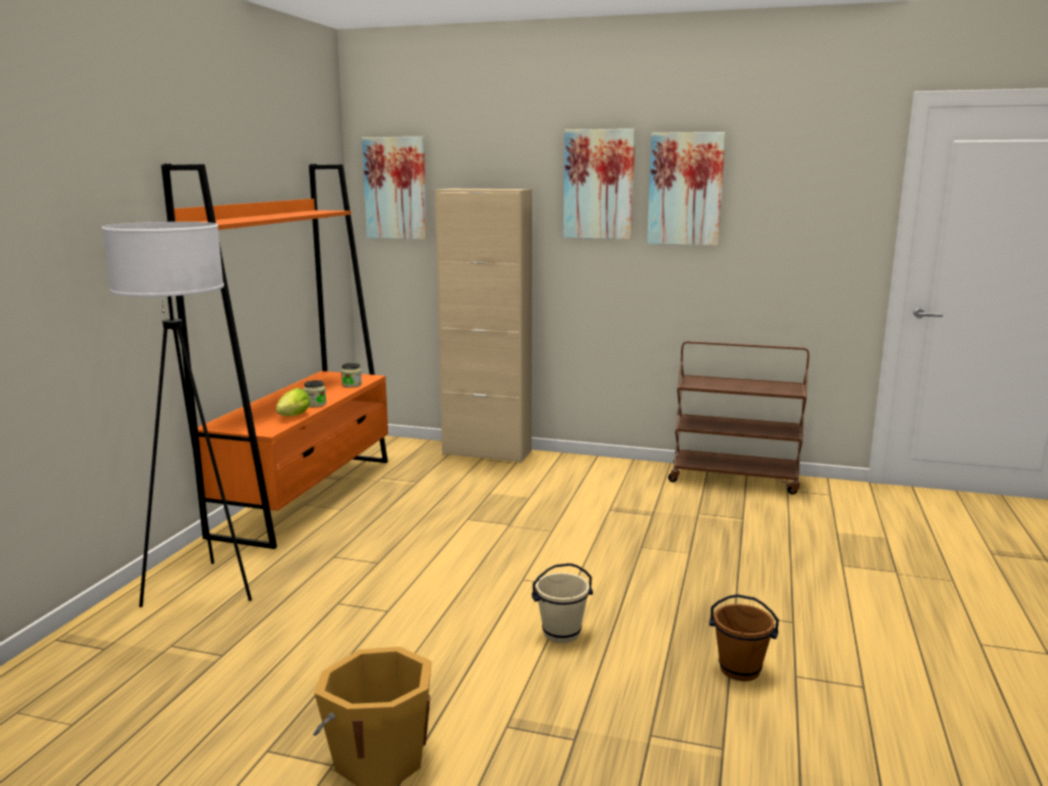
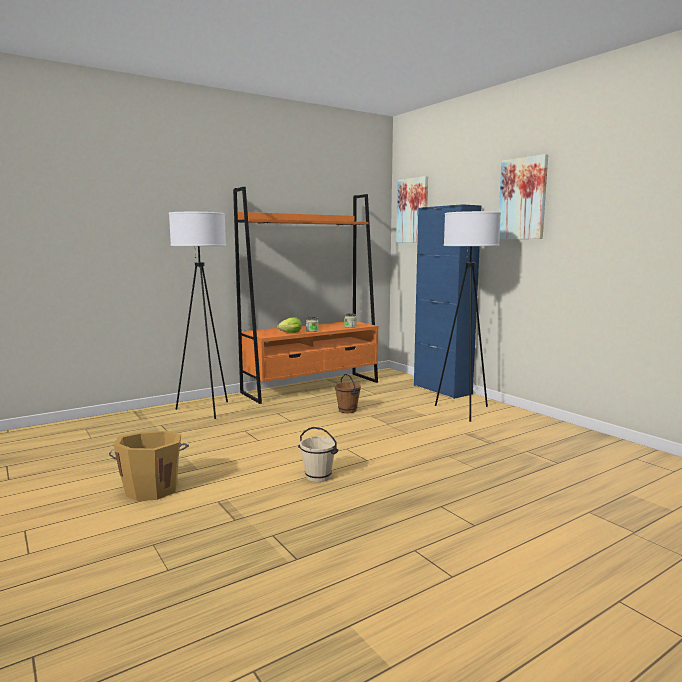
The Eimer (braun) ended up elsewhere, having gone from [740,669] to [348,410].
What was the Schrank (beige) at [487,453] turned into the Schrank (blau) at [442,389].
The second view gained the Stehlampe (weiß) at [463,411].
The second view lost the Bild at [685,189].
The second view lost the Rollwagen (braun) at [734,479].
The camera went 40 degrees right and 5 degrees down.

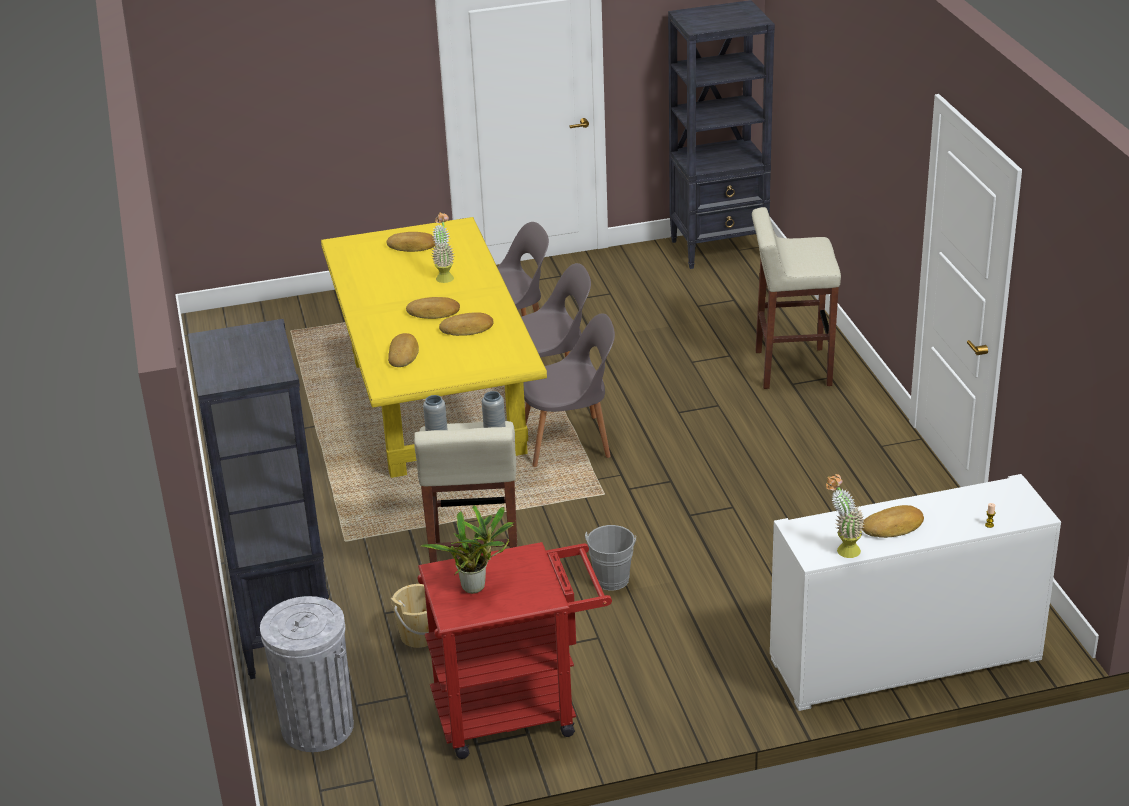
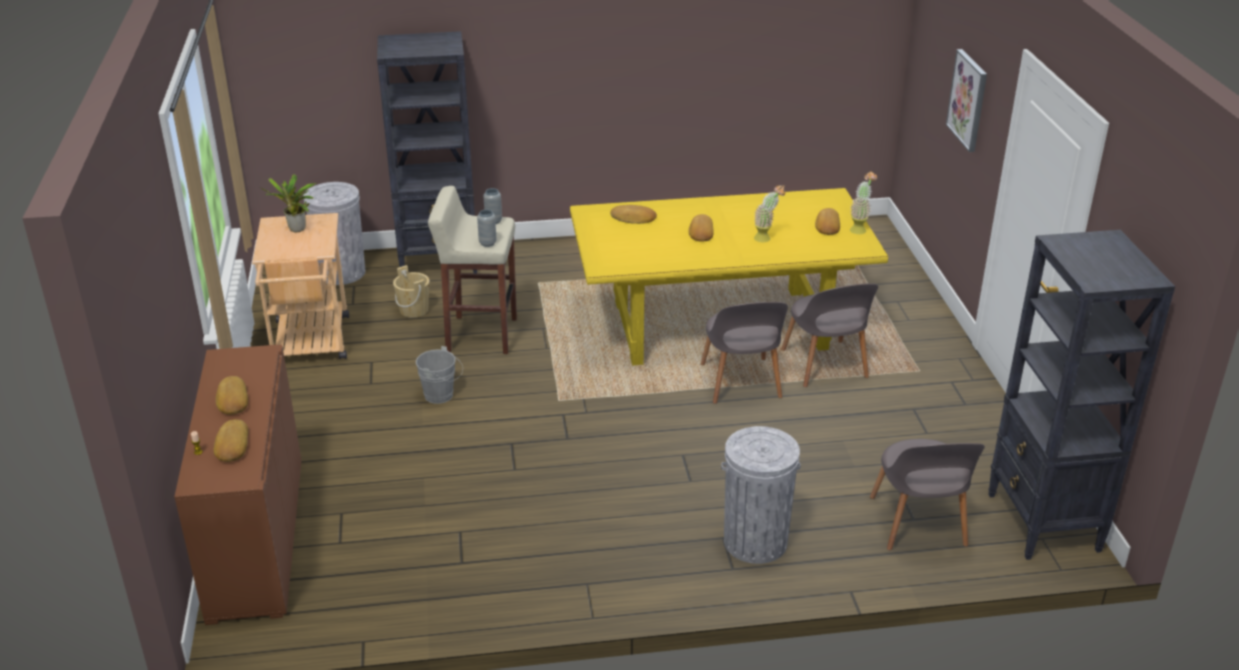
What was the Schrank (weiß) at [905,658] turned into the Schrank (braun) at [257,538].
The Brot ended up elsewhere, having gone from [467,329] to [231,445].
What was the Rollwagen (rot) at [518,710] turned into the Rollwagen (beige) at [311,345].
Where the Hocker (beige) stood at [791,368], the Mülleimer (grau) came to stand at [755,541].
The Topfpflanze ended up elsewhere, having gone from [842,549] to [860,228].
The Stuhl (grau) ended up elsewhere, having gone from [570,441] to [918,524].
The second view gained the Bild at [968,100].
The camera went 95 degrees right and 0 degrees up.

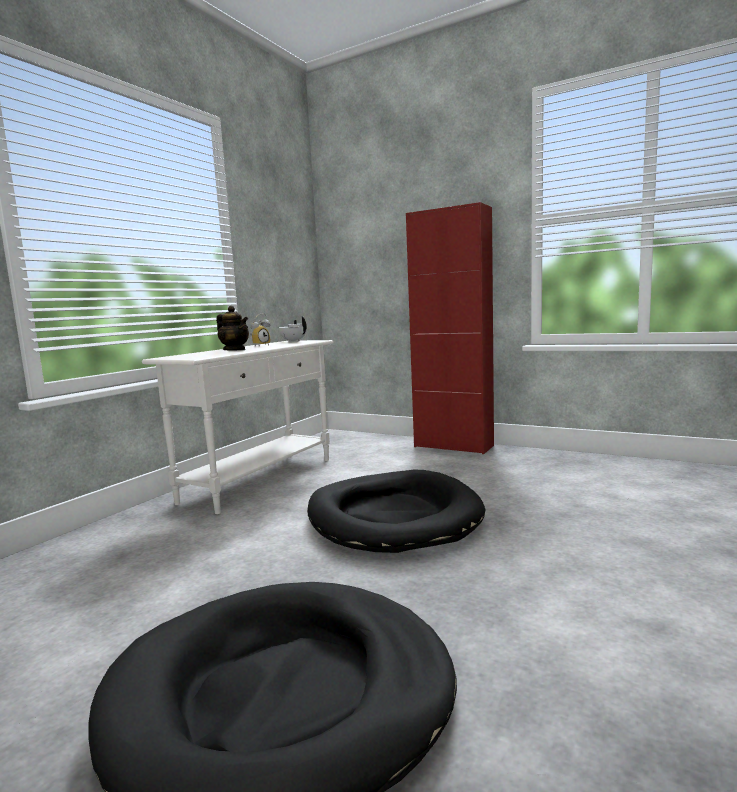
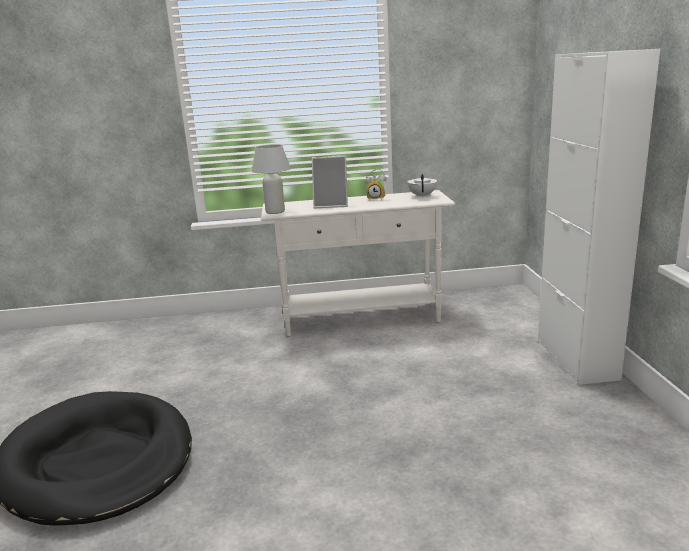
The second view gained the Tischlampe (weiß) at [275,212].
Where the Teekanne stood at [235,350], the Bilderrahmen came to stand at [331,205].
What was the Schrank (rot) at [453,446] turned into the Schrank (weiß) at [576,359].
The second view lost the Hundebett (schwarz) at [393,517].
The camera went 55 degrees right and 10 degrees up.

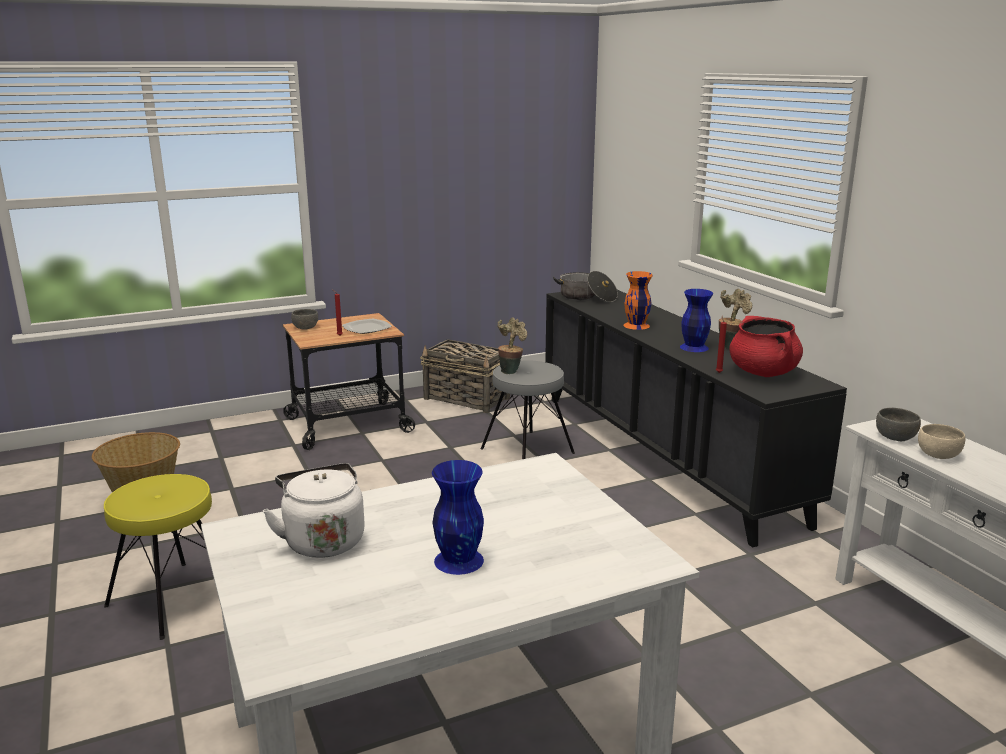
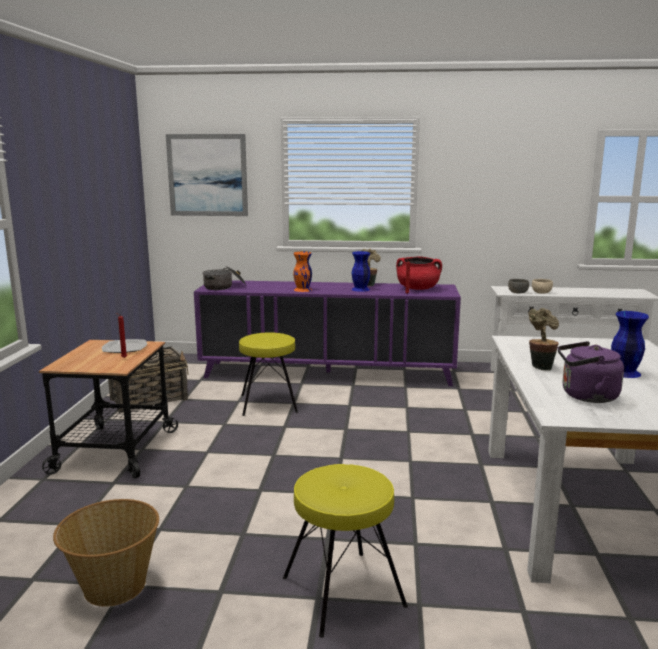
The second view gained the Bild at [207,175].
What was the Schrank (schwarz) at [663,454] turned into the Schrank (lila) at [327,373].
What was the Hocker (grau) at [527,451] turned into the Hocker (gelb) at [269,403].
The Topfpflanze ended up elsewhere, having gone from [511,370] to [540,366].
What was the Wasserkessel (weiß) at [322,540] turned into the Wasserkessel (lila) at [586,396].
The second view lost the Schüssel (grau) at [305,327].
The camera went 60 degrees left and 5 degrees down.

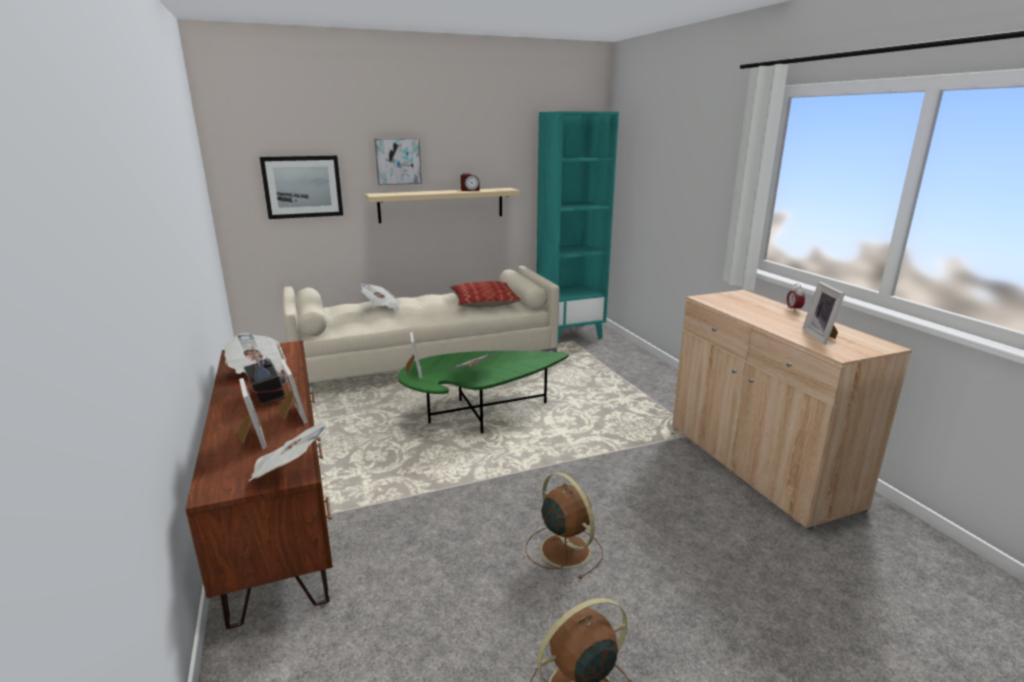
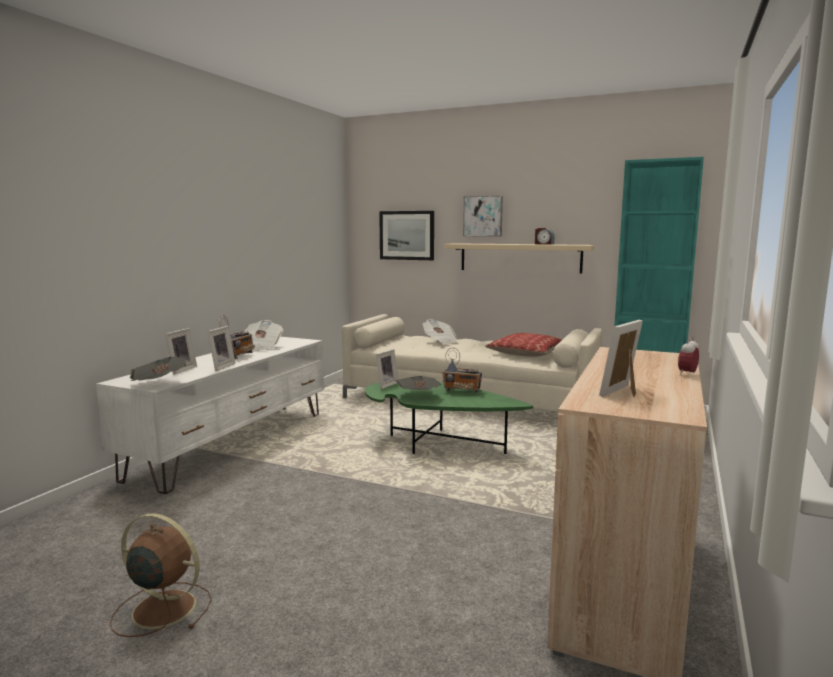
What was the Fernsehschrank (braun) at [278,505] turned into the Fernsehschrank (weiß) at [233,443].
The second view gained the Radio at [462,391].
The second view lost the Ventilator (braun) at [563,549].
The camera went 45 degrees right and 10 degrees down.

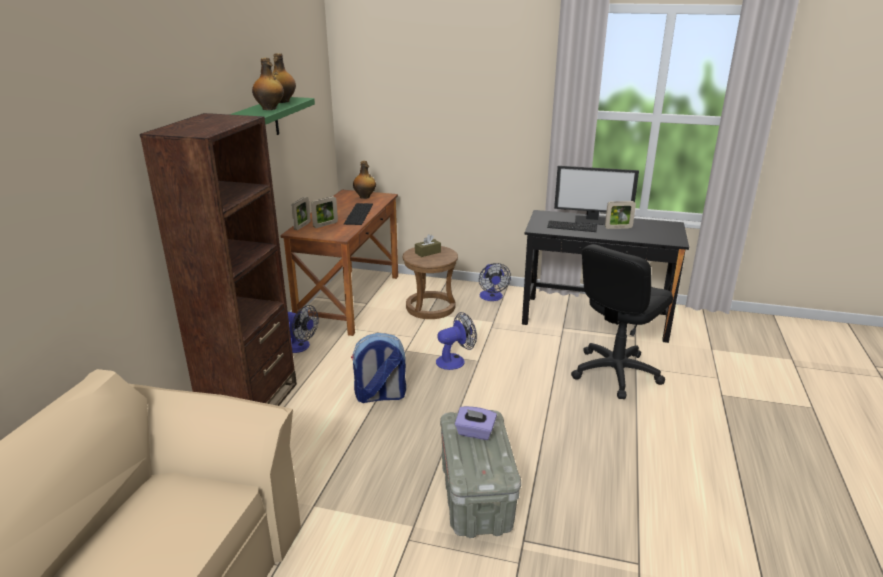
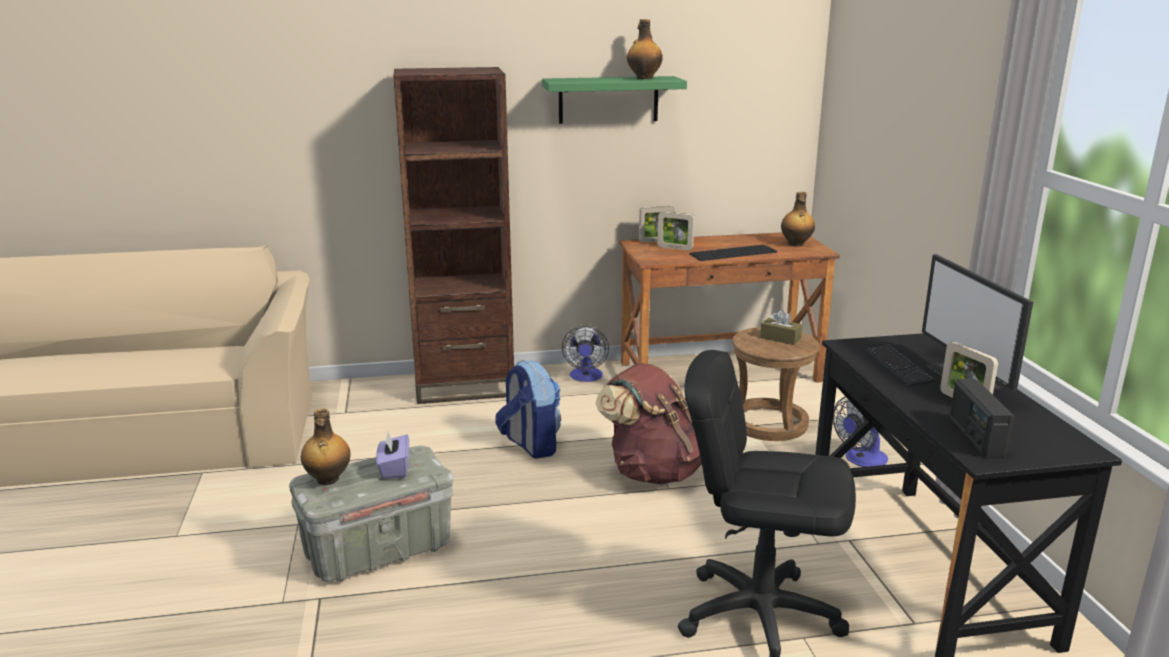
The Flasche ended up elsewhere, having gone from [270,109] to [327,480].
Where the Ventilator stood at [455,360], the Rucksack (braun) came to stand at [652,472].
The second view gained the Radio at [976,437].
The camera went 65 degrees right and 5 degrees down.

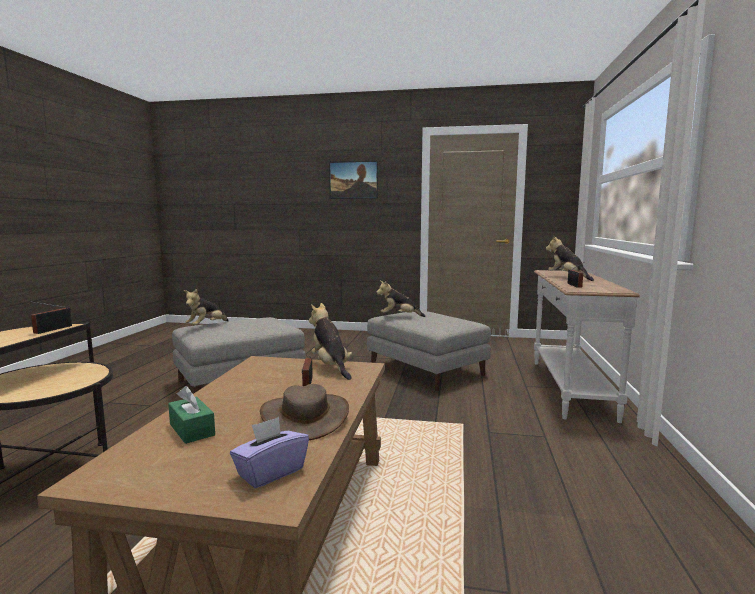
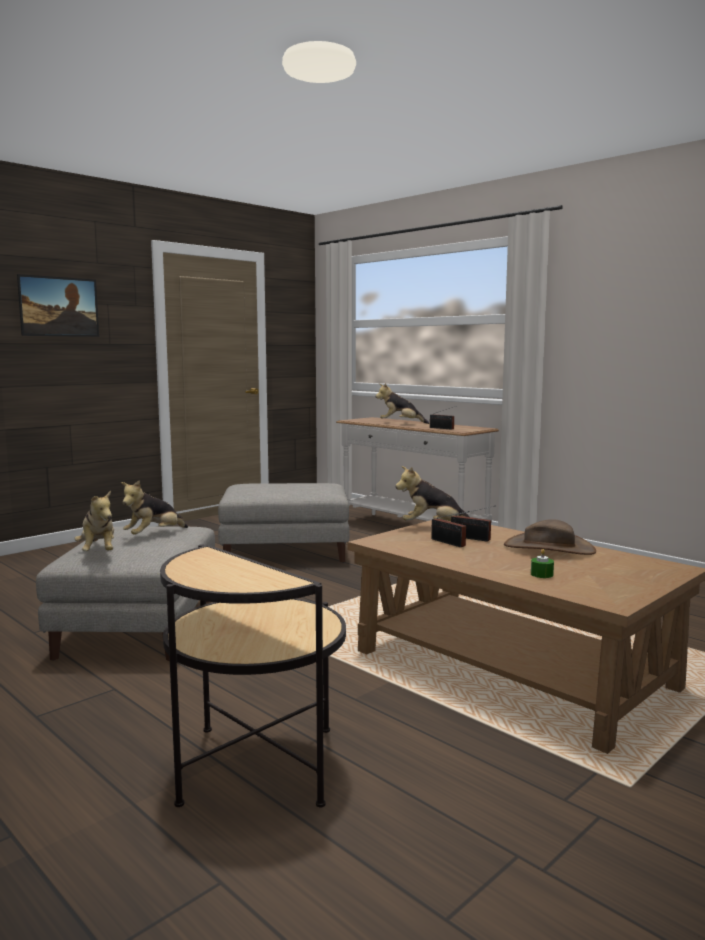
The Plüschtier ended up elsewhere, having gone from [399,316] to [154,535].
The Radio ended up elsewhere, having gone from [51,330] to [449,543].
Where the Taschentuchbox (grün) stood at [192,429], the Kerze (grün) came to stand at [541,574].
The second view lost the Taschentuchbox (lila) at [270,472].
The camera went 55 degrees left and 0 degrees up.

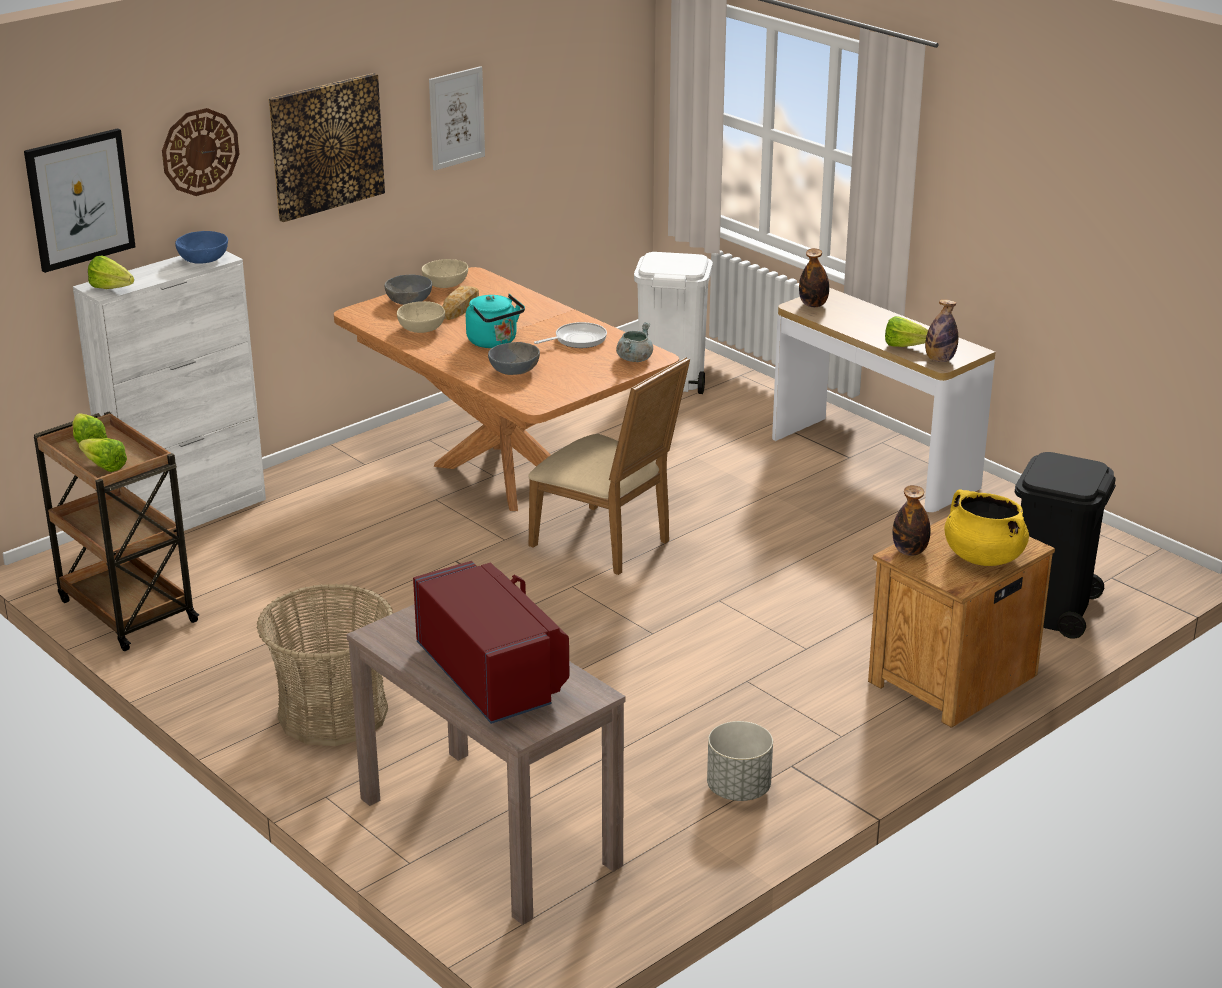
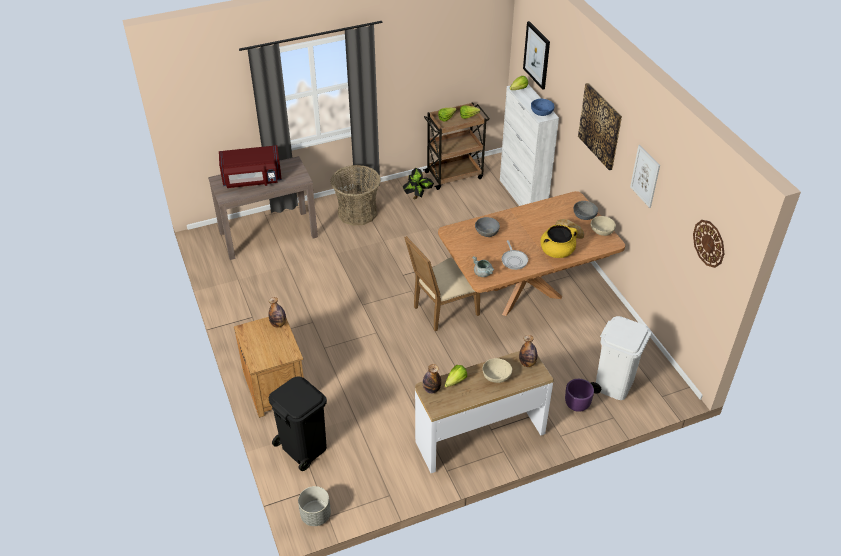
The Pflanzkübel (grau) ended up elsewhere, having gone from [739,789] to [316,515].
The second view gained the Topfpflanze at [418,196].
The Schüssel (beige) ended up elsewhere, having gone from [421,329] to [496,376].
The Kochtopf (gelb) ended up elsewhere, having gone from [983,557] to [557,251].
The second view gained the Pflanzkübel (lila) at [577,406].
The Wanduhr ended up elsewhere, having gone from [200,151] to [709,243].
The second view lost the Wasserkessel (türkis) at [494,342].
The camera went 110 degrees right and 15 degrees up.

